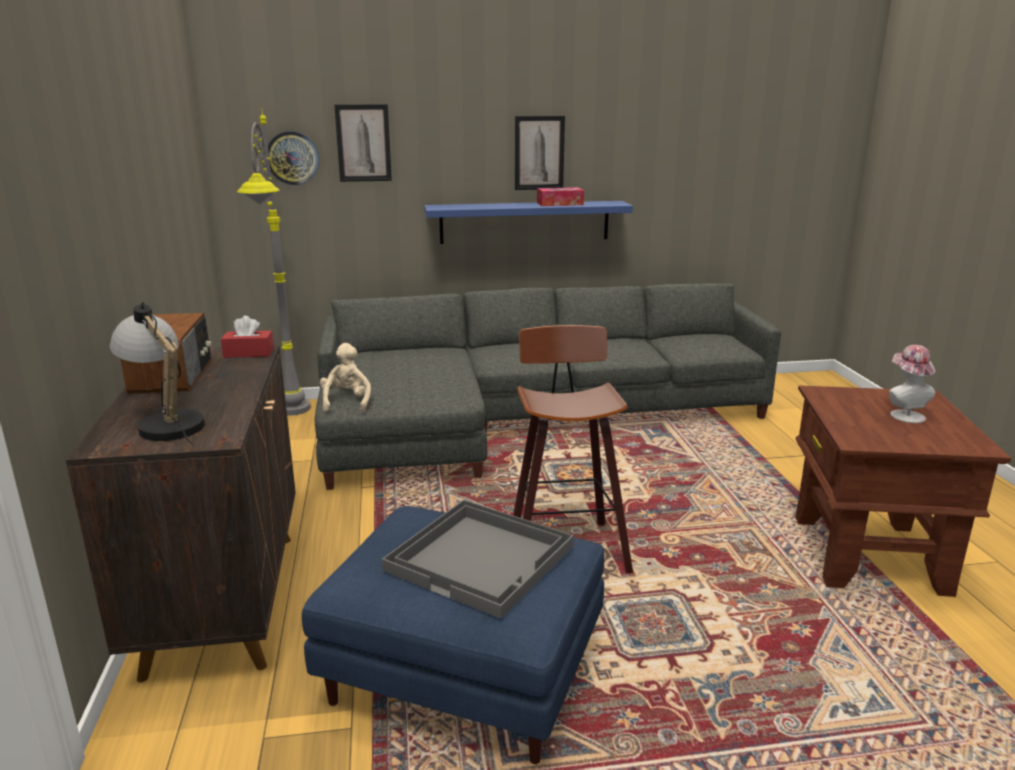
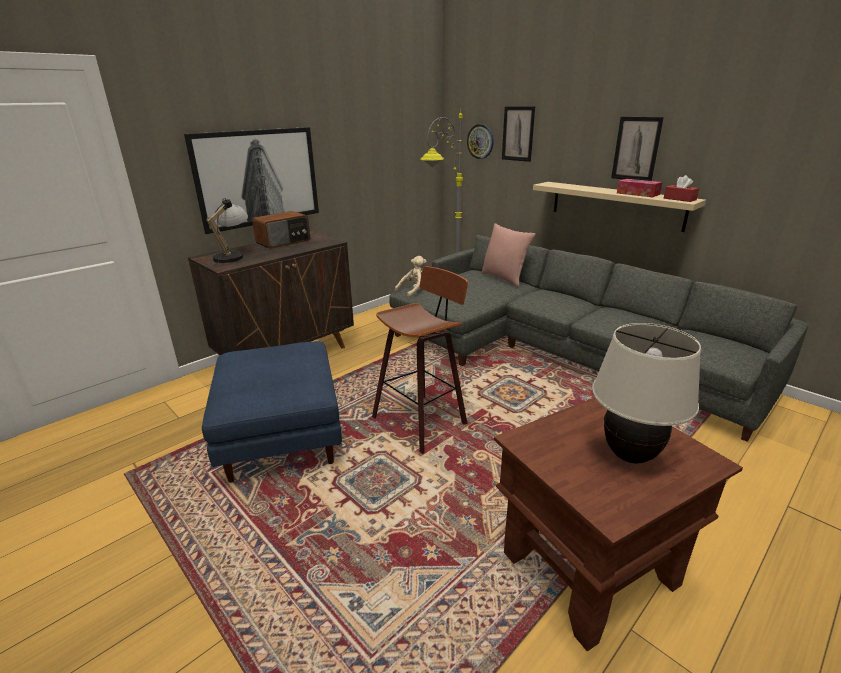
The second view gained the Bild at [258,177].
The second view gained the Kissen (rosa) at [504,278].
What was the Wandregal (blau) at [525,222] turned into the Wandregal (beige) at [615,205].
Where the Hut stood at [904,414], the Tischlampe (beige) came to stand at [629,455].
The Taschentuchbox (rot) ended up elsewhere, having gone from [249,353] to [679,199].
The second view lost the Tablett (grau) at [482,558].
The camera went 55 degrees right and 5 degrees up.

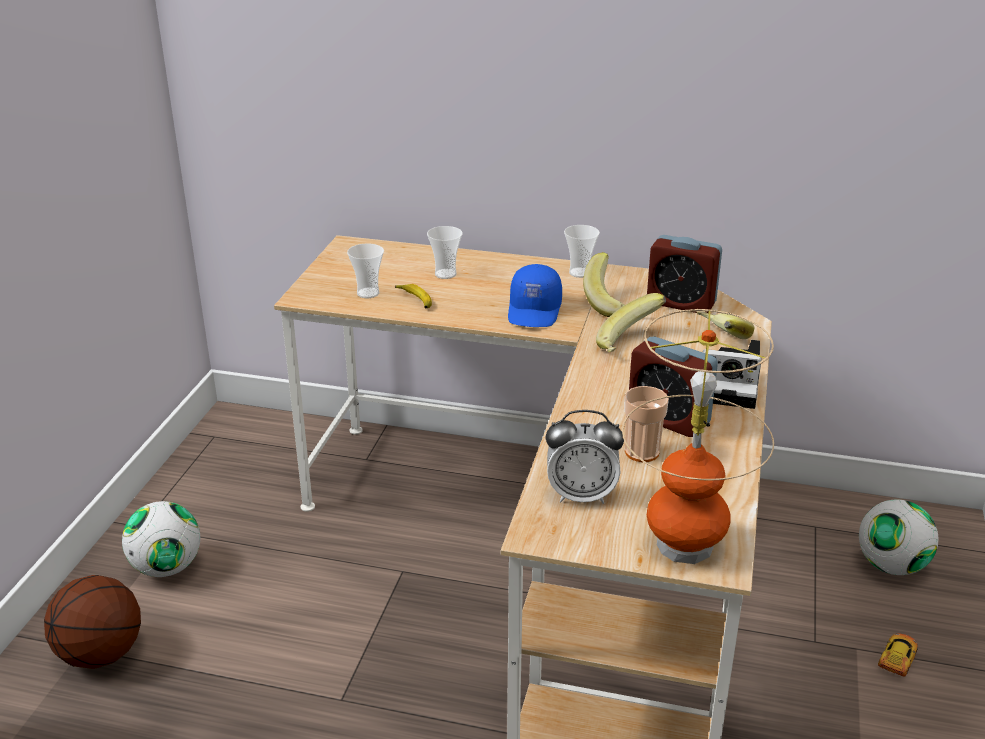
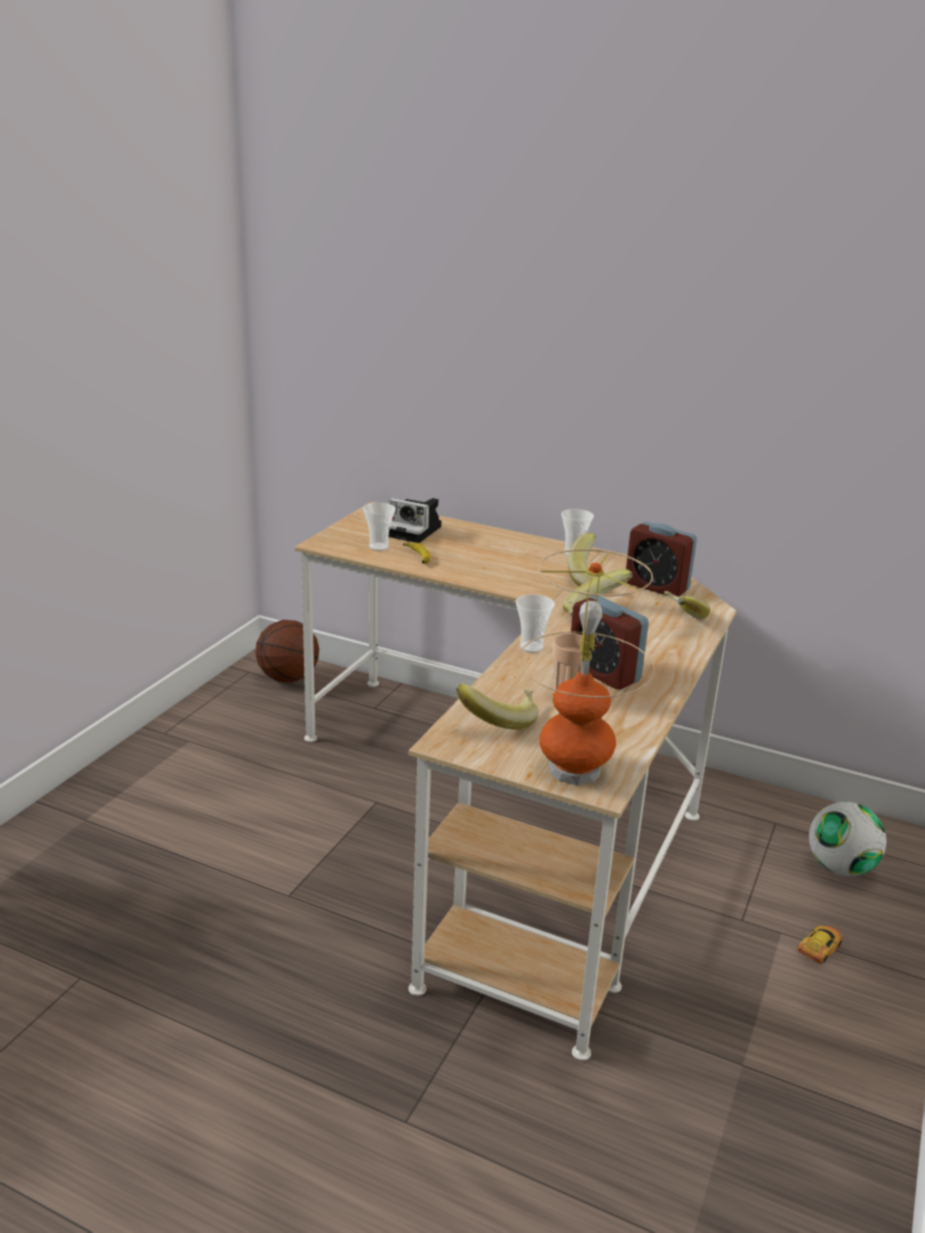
The Basketball ended up elsewhere, having gone from [102,653] to [288,677].
The Kamera ended up elsewhere, having gone from [731,386] to [414,531].
Where the Wecker stood at [581,495], the Banane came to stand at [498,719].
The Tasse ended up elsewhere, having gone from [445,274] to [531,647].
The second view lost the Fußball at [167,567].
The second view lost the Kappe (blau) at [535,311].
The camera went 10 degrees right and 5 degrees down.

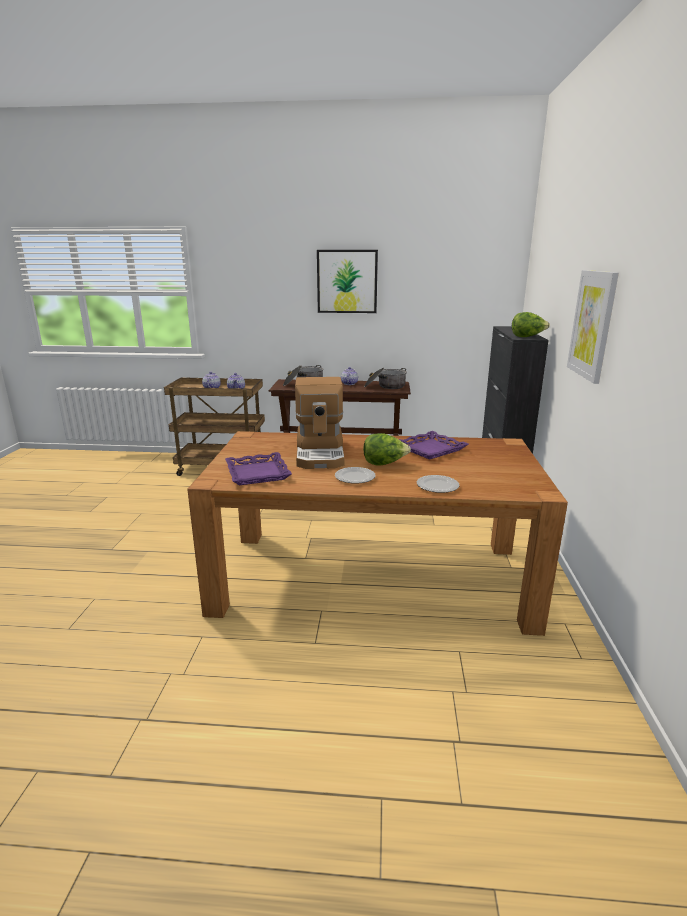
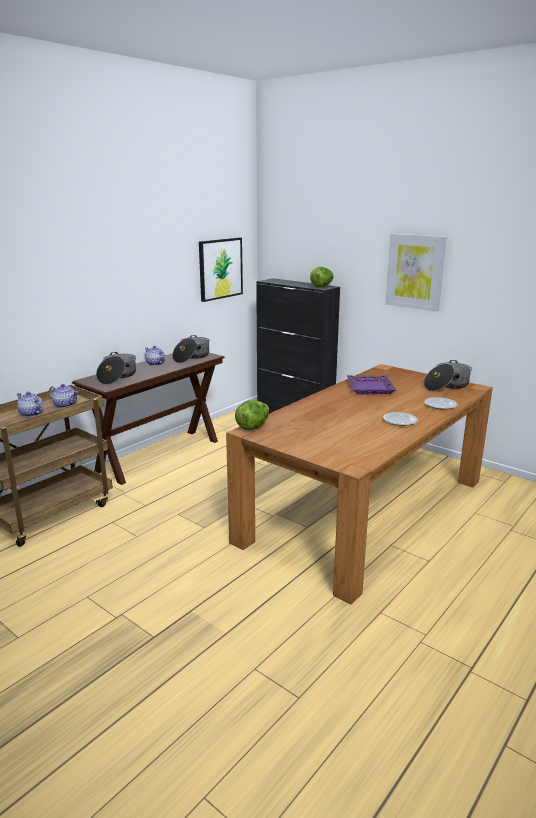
The Bild ended up elsewhere, having gone from [347,281] to [220,268].
The Salatkopf ended up elsewhere, having gone from [384,464] to [253,426].
The second view gained the Kochtopf at [446,386].
The second view lost the Tablett (lila) at [258,473].
The second view lost the Kaffeemaschine at [321,453].
The camera went 55 degrees left and 0 degrees up.

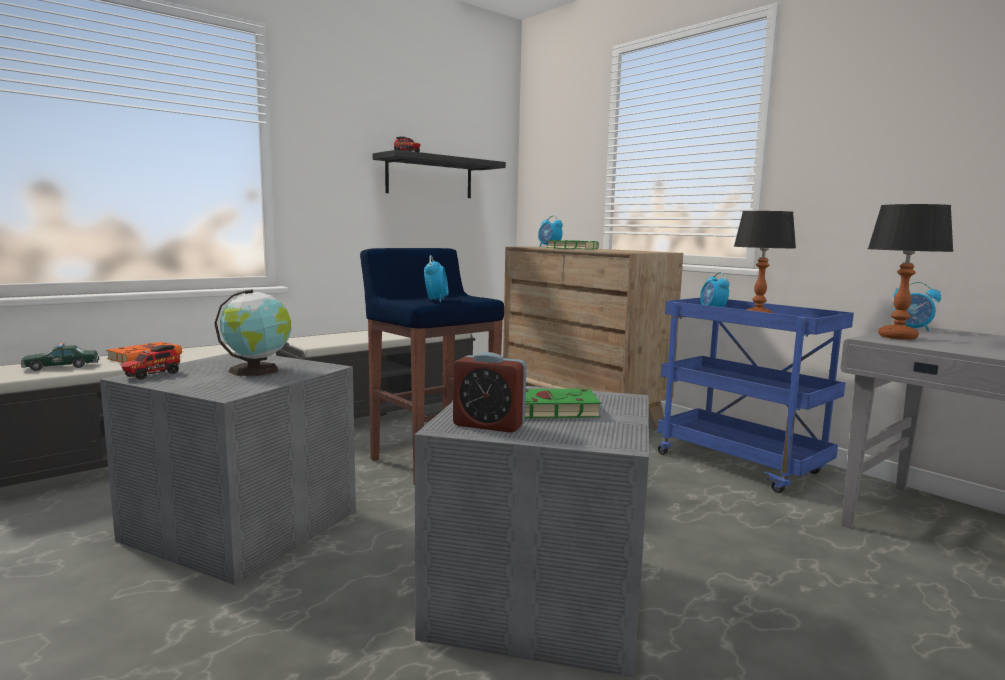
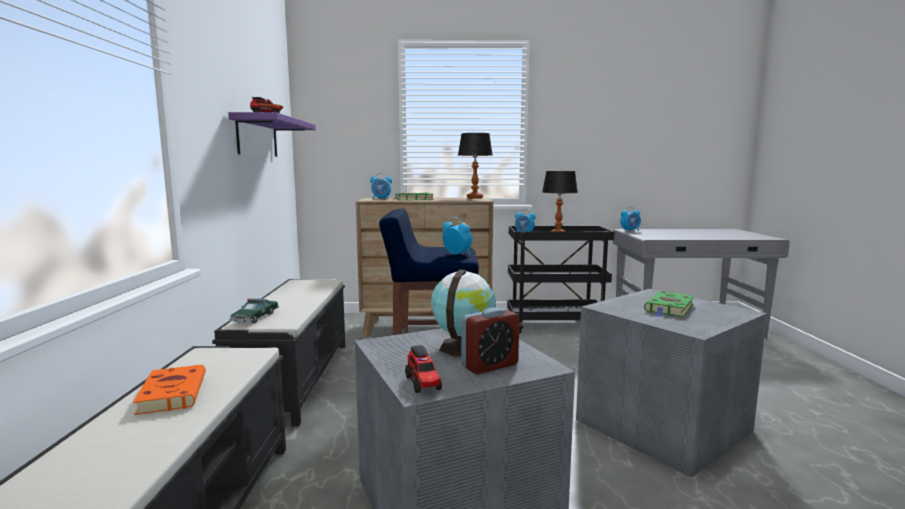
What was the Wandregal (schwarz) at [429,177] turned into the Wandregal (lila) at [257,137].
The Spielzeugauto ended up elsewhere, having gone from [61,366] to [255,317].
The Tischlampe ended up elsewhere, having gone from [898,337] to [475,198].
The Wecker ended up elsewhere, having gone from [488,425] to [489,365].
What was the Rollwagen (blau) at [742,464] turned into the Rollwagen (schwarz) at [555,325].
The camera went 50 degrees left and 0 degrees up.

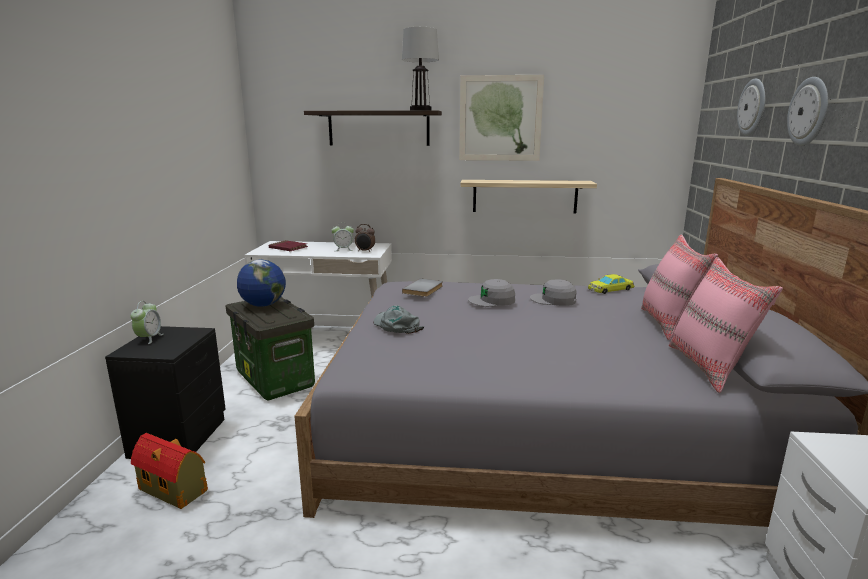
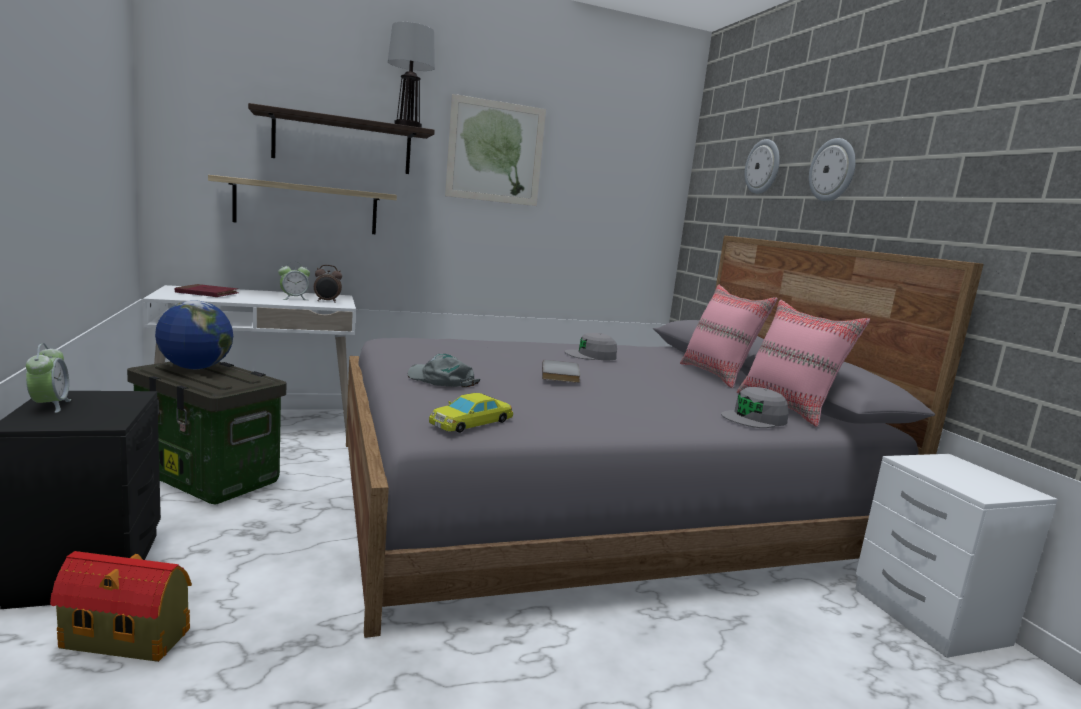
The Wandregal ended up elsewhere, having gone from [524,196] to [307,207].
The Spielzeugauto (gelb) ended up elsewhere, having gone from [610,289] to [471,422].
The Buch (grau) ended up elsewhere, having gone from [424,289] to [562,374].
The Kappe (grau) ended up elsewhere, having gone from [492,300] to [754,418].
The camera went 25 degrees left and 5 degrees down.

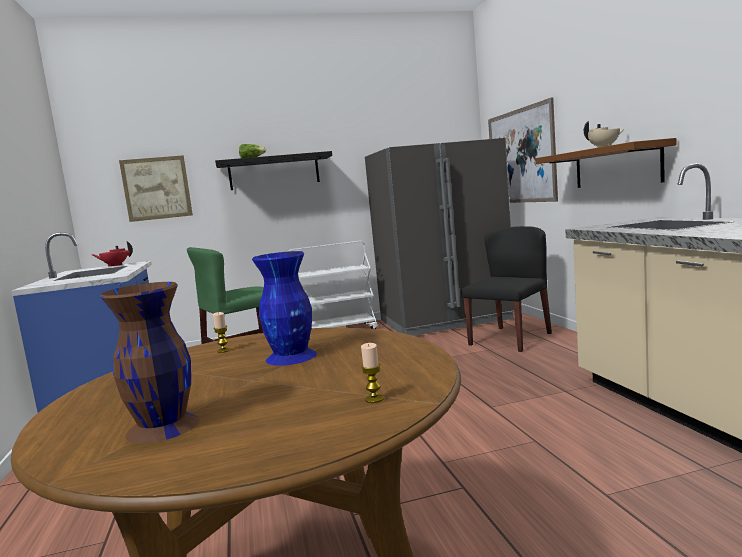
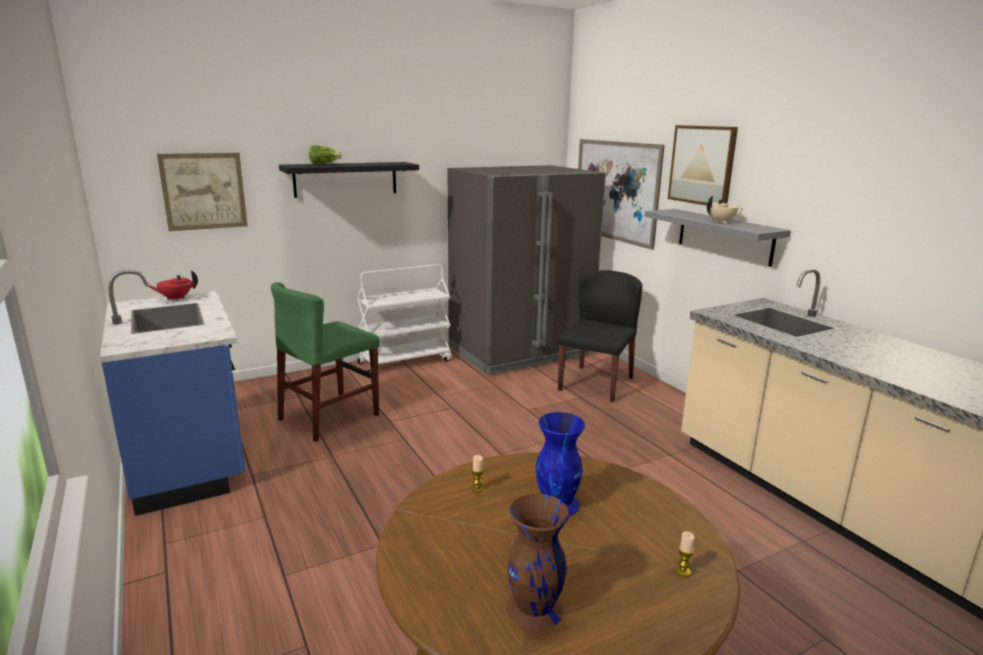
What was the Wandregal (braun) at [616,166] turned into the Wandregal (grau) at [724,236].
The second view gained the Bild at [702,165].
The camera went 15 degrees left and 10 degrees up.

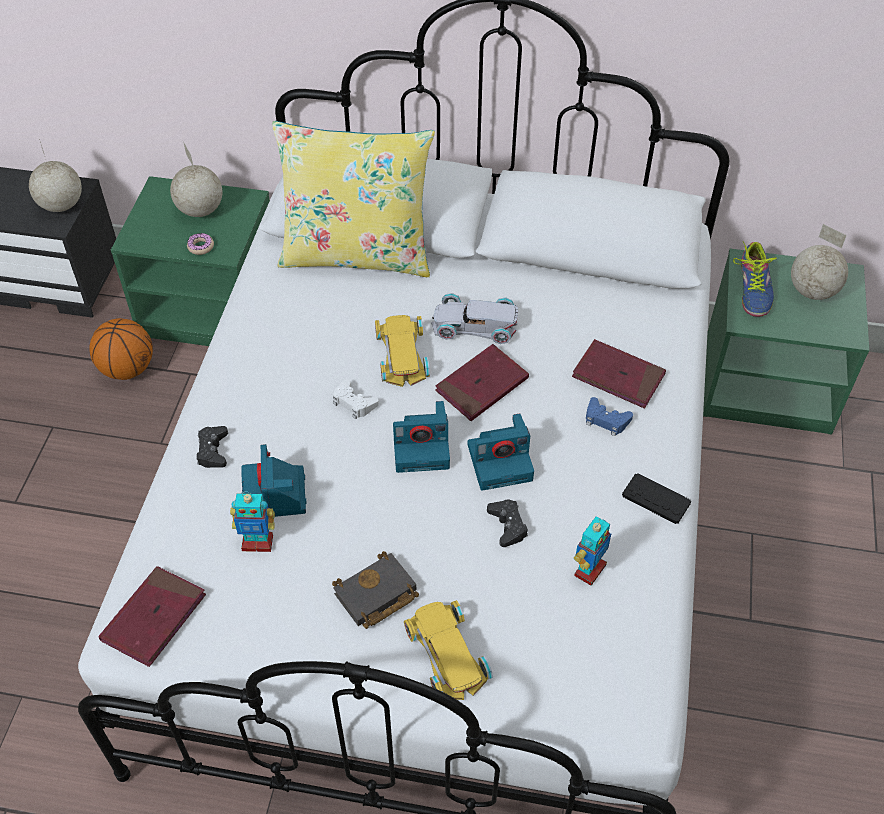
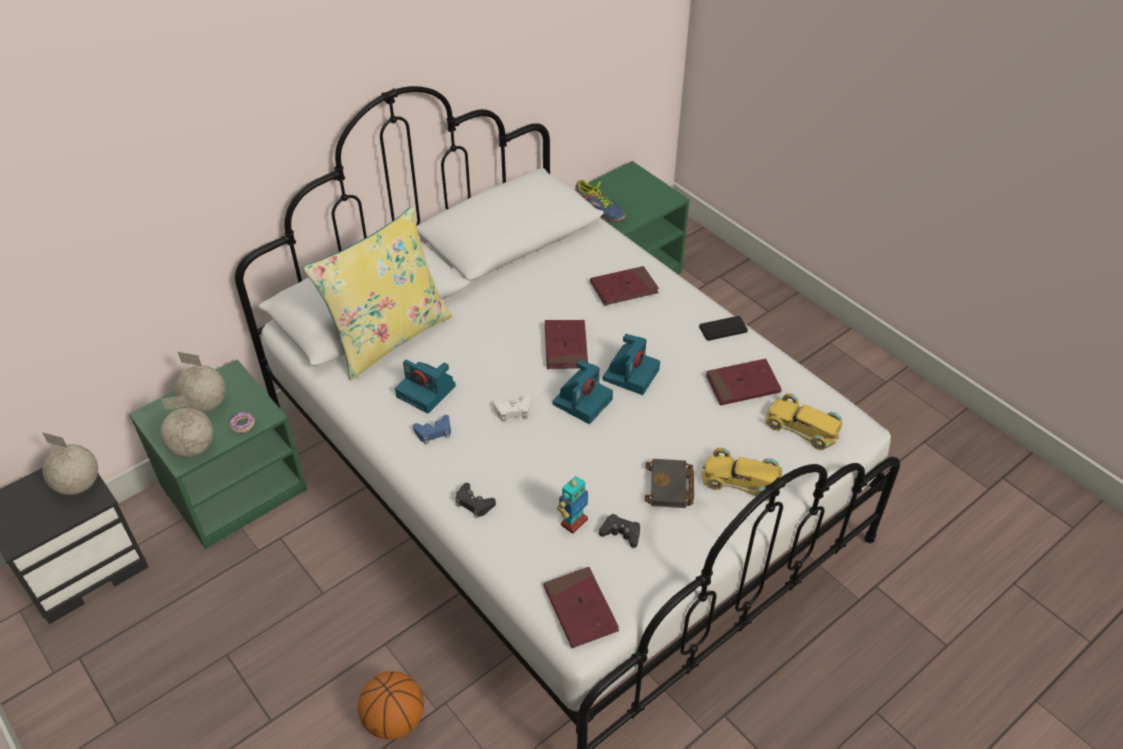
The Globus ended up elsewhere, having gone from [812,291] to [192,448].
The Basketball ended up elsewhere, having gone from [128,369] to [395,720].
The Kamera ended up elsewhere, having gone from [275,495] to [427,391].
The Gamepad (blau) ended up elsewhere, having gone from [606,420] to [434,432].
The Gamepad (schwarz) ended up elsewhere, having gone from [507,525] to [621,533].
Where the Spielzeugroboter stood at [589,570], the Buch (rot) came to stand at [742,385].
The Spielzeugauto (gelb) ended up elsewhere, having gone from [403,353] to [802,425].
The second view lost the Spielzeugauto (weiß) at [474,324].
The camera went 50 degrees left and 5 degrees down.

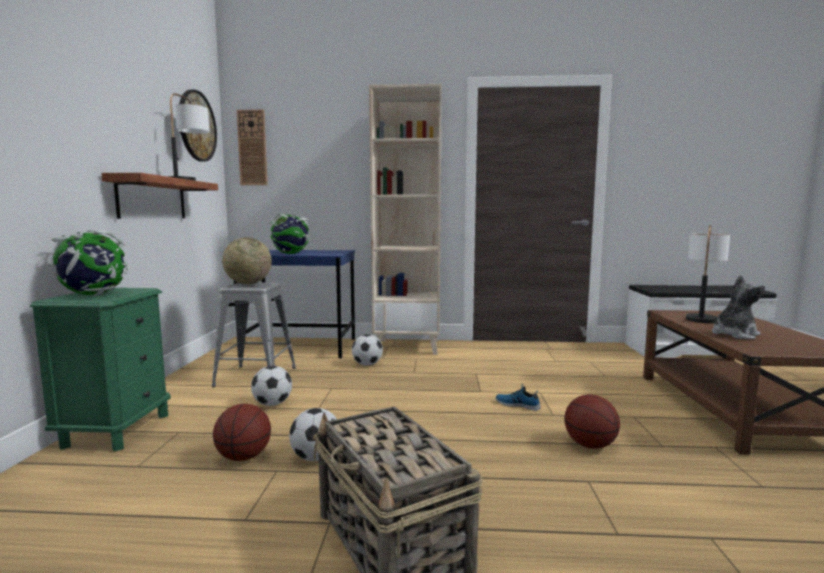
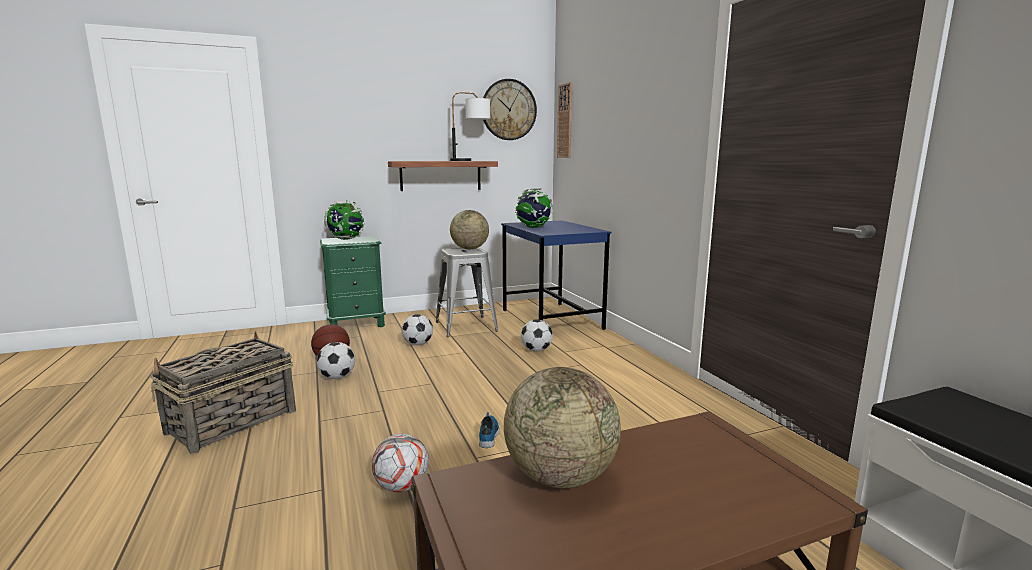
Where the Basketball stood at [590,445], the Fußball came to stand at [402,487].
Where the Plüschtier stood at [734,335], the Globus came to stand at [560,476].
The second view lost the Bücherregal (beige) at [408,346].
The second view lost the Tischlampe at [701,317].
The camera went 65 degrees right and 5 degrees up.

